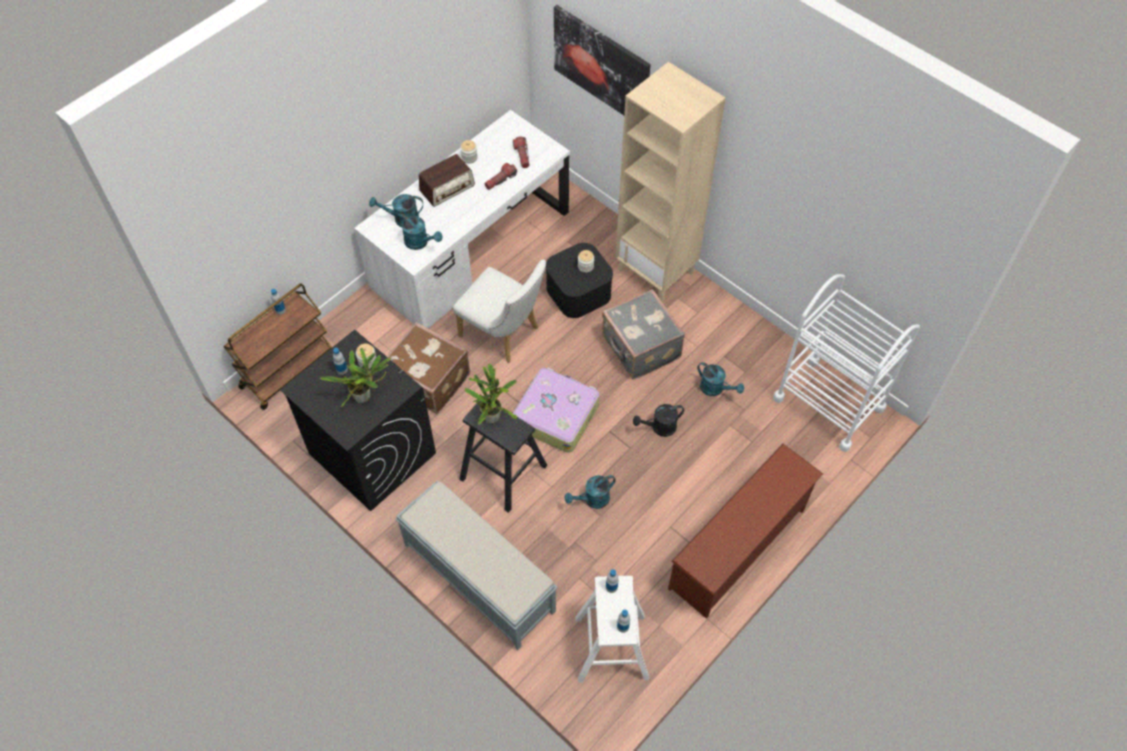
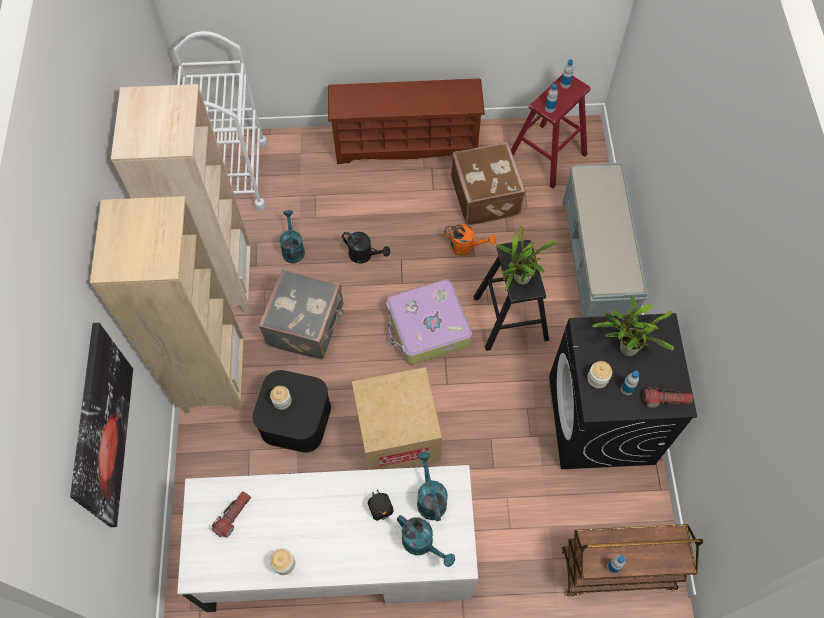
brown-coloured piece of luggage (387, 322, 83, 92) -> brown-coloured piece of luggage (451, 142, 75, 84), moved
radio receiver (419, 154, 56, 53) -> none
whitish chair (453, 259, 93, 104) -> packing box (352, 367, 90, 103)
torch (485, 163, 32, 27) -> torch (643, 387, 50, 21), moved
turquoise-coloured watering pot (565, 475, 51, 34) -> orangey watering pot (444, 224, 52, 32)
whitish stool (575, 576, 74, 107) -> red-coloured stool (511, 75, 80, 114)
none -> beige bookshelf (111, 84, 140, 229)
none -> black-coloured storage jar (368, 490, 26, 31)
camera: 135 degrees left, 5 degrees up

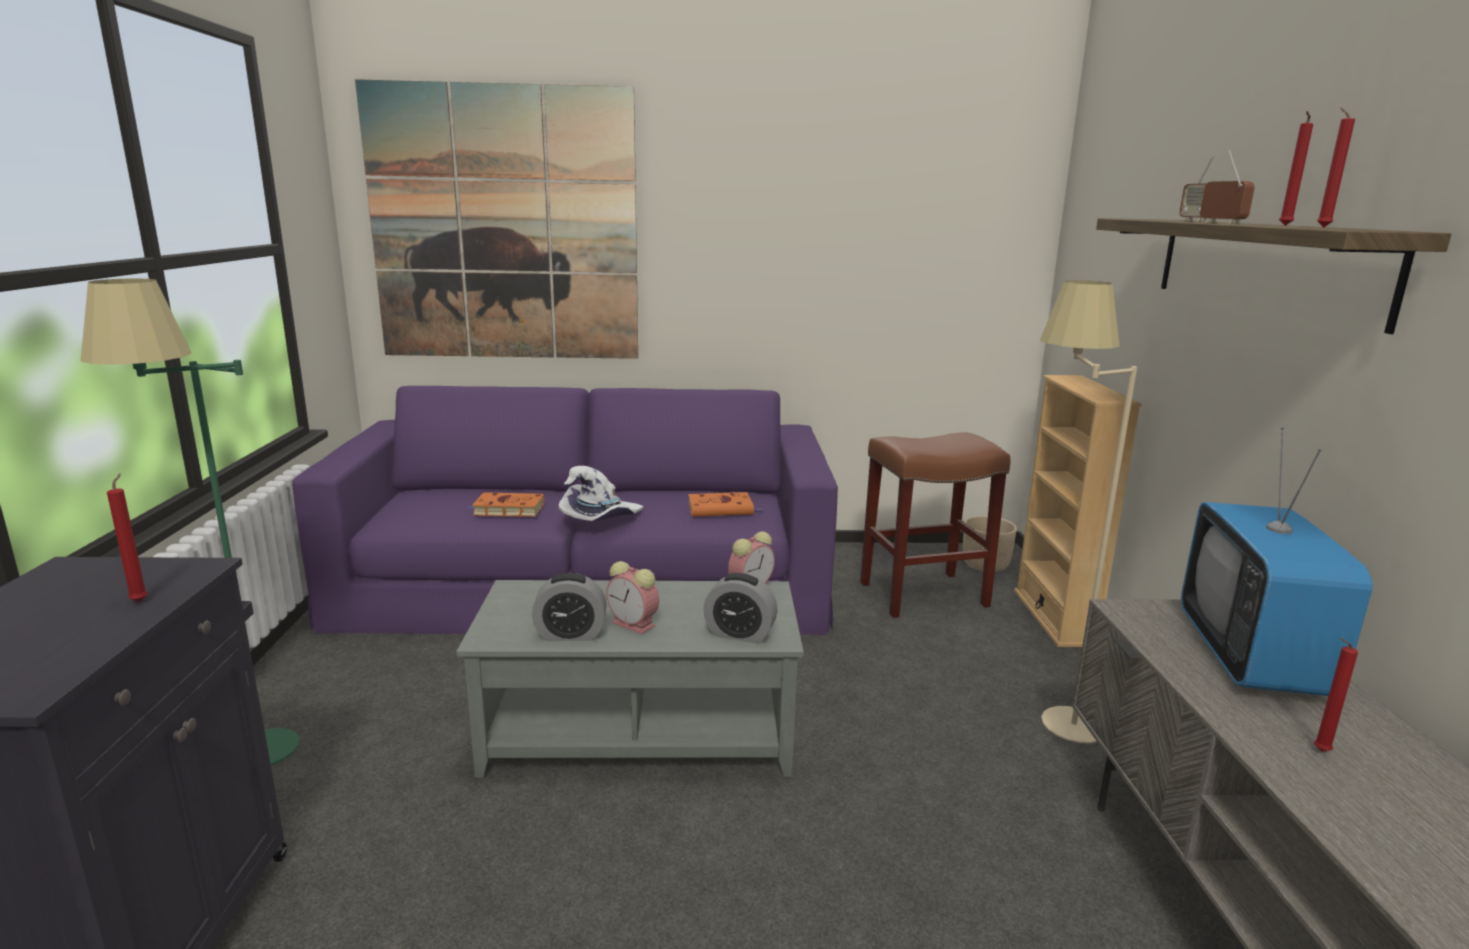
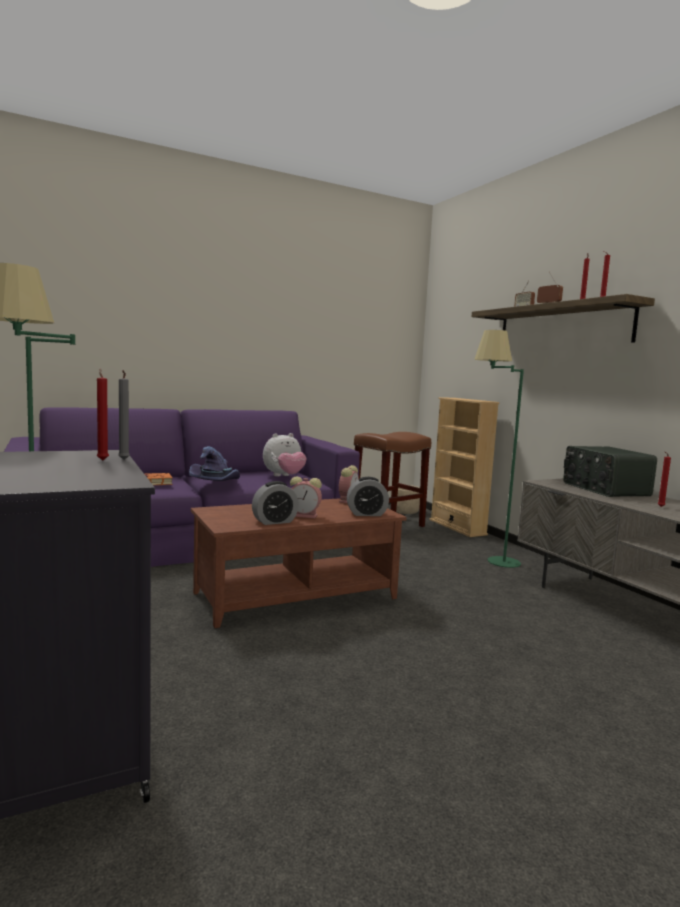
wall art (355, 79, 283, 280) -> none
grey coffee table (457, 580, 347, 198) -> brown-coloured coffee table (191, 498, 216, 130)
whitish hat (559, 466, 84, 55) -> purple hat (189, 446, 51, 35)
orangey bound book (688, 492, 74, 25) -> plush toy (263, 433, 44, 44)
beige standard lamp (1040, 280, 97, 464) -> greenish standard lamp (474, 330, 50, 238)
television (1181, 427, 192, 269) -> radio receiver (563, 446, 94, 51)
none -> grey candle (118, 370, 12, 90)
camera: 25 degrees left, 10 degrees down

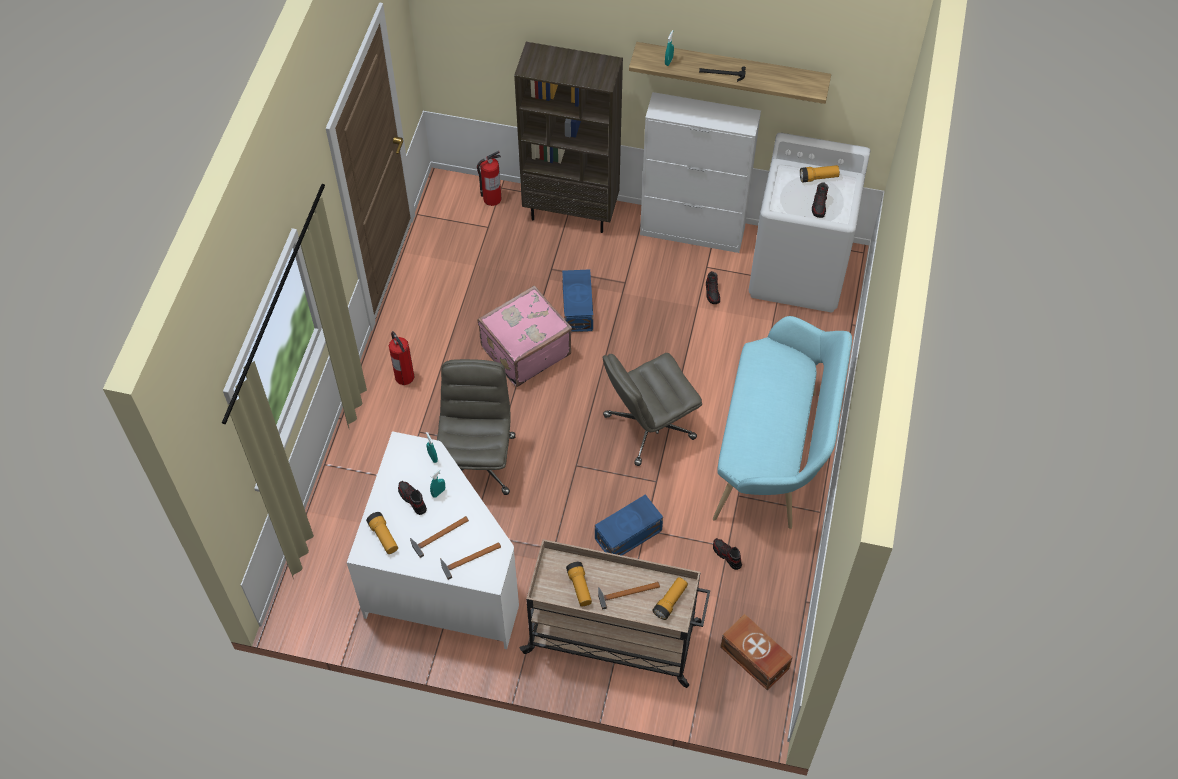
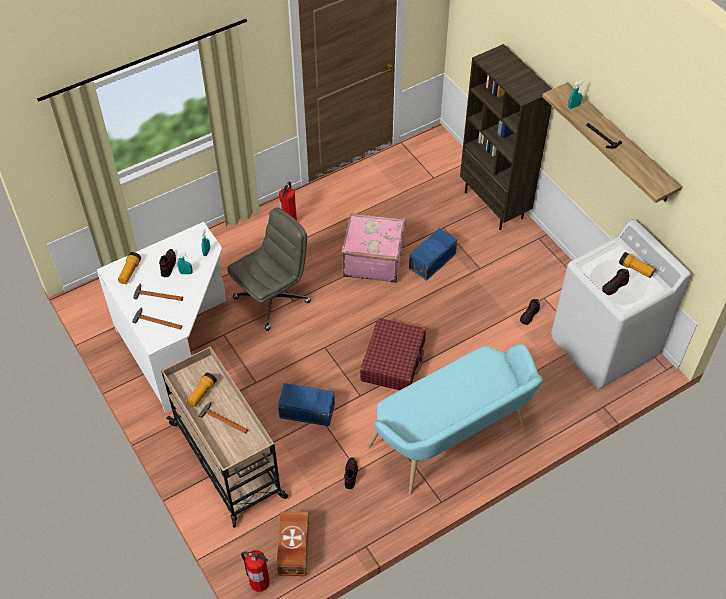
extinguisher (477, 151, 25, 55) -> extinguisher (241, 550, 29, 42), moved
grey computer chair (603, 353, 99, 113) -> red-coloured piece of luggage (360, 318, 66, 72)
whitish cupboard (640, 92, 121, 161) -> none
torch (653, 577, 35, 43) -> none
camera: 45 degrees right, 5 degrees down

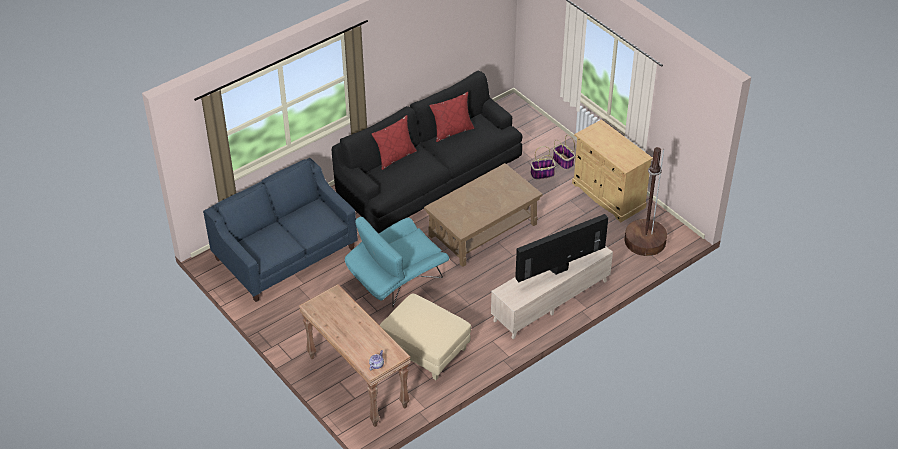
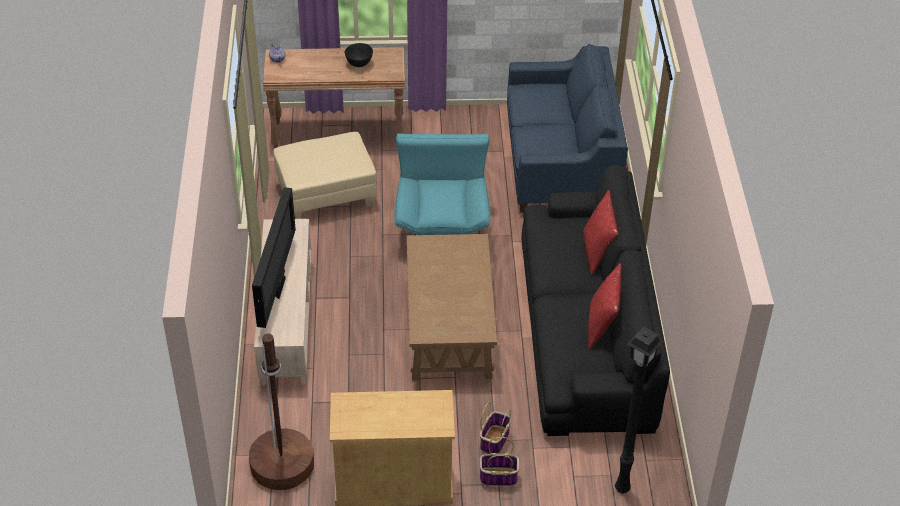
none -> black-coloured serving bowl (345, 43, 28, 24)
none -> black-coloured standard lamp (615, 327, 48, 166)
camera: 125 degrees right, 0 degrees up

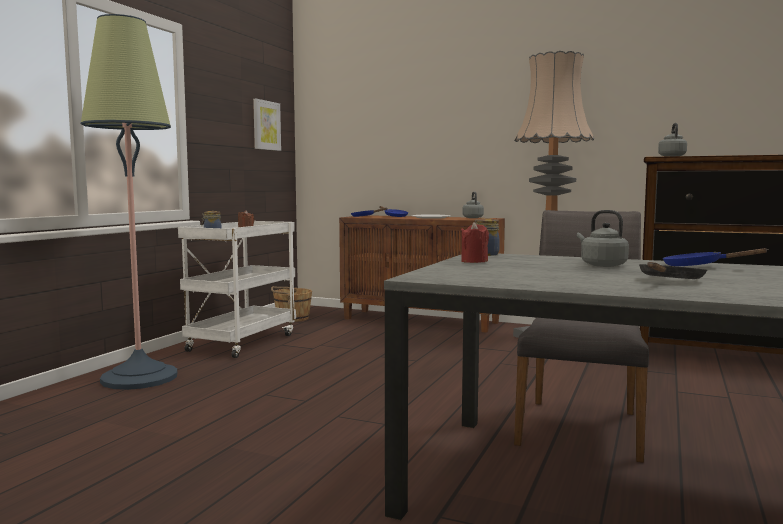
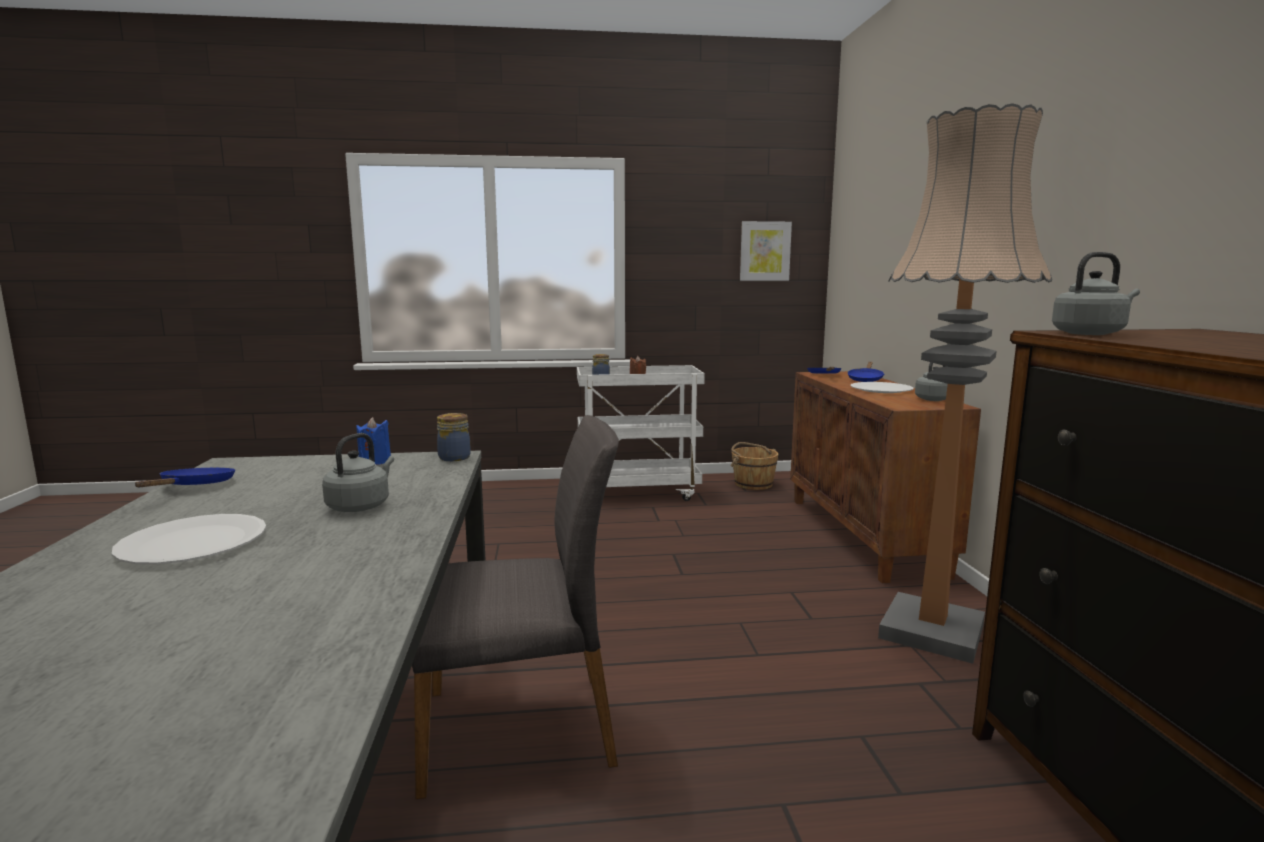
standard lamp (81, 14, 96, 376) -> none
red-coloured candle (461, 222, 28, 41) -> bluish candle (356, 417, 35, 48)
black-coloured frying pan (639, 262, 68, 17) -> whitish plate (112, 514, 154, 50)
bluish frying pan (663, 248, 106, 18) -> bluish frying pan (135, 468, 100, 19), moved
camera: 60 degrees right, 5 degrees up

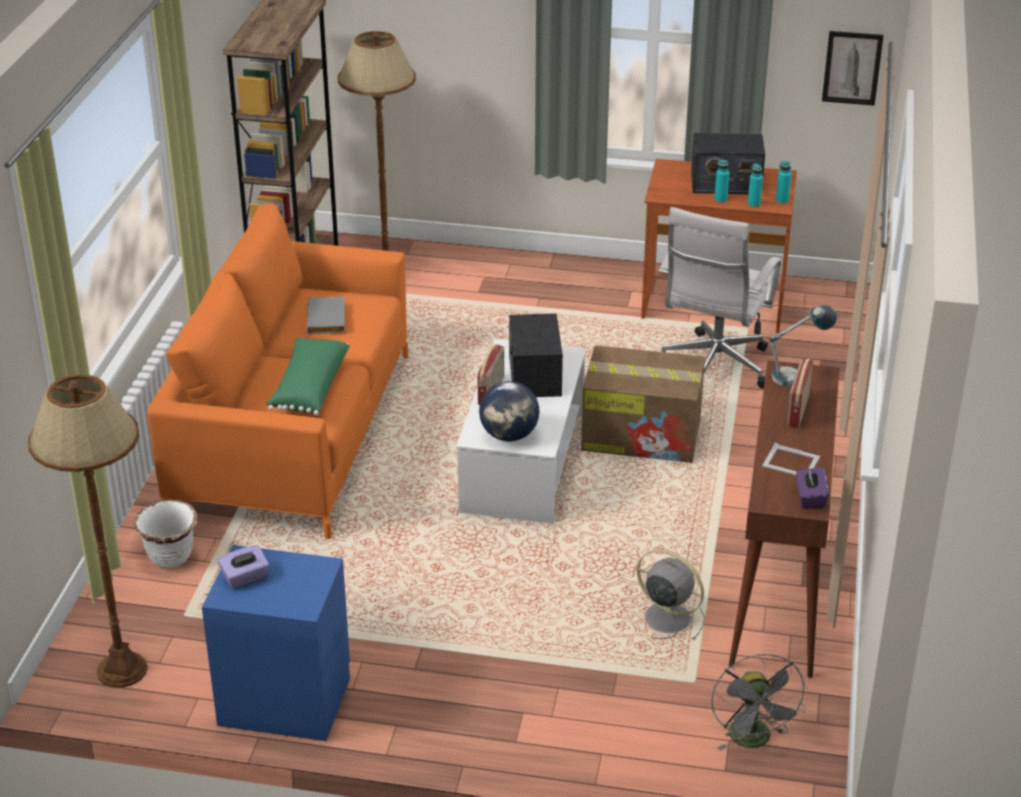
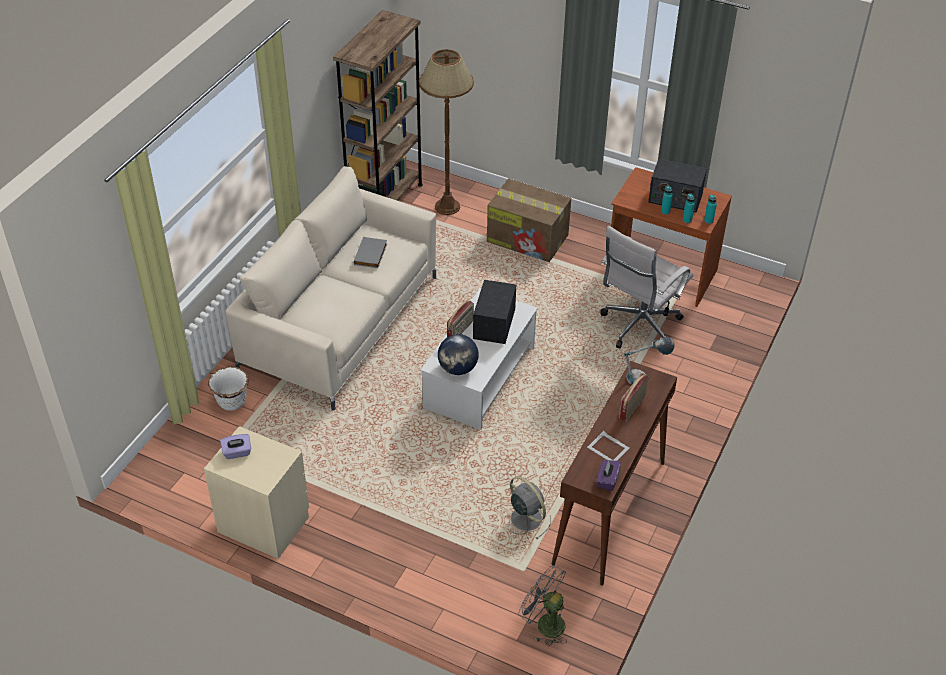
brown-coloured standard lamp (28, 374, 120, 314) -> none
orangey sofa (147, 203, 262, 336) -> beige sofa (225, 166, 211, 245)
bluish nightstand (202, 545, 148, 196) -> beige nightstand (204, 426, 105, 133)
greenish pillow (266, 338, 84, 77) -> none
packing box (581, 345, 124, 118) -> packing box (487, 178, 84, 84), moved
grey fan (711, 654, 96, 97) -> grey fan (518, 566, 49, 80), 120 degrees clockwise
wall art (822, 31, 62, 75) -> none
camera: 15 degrees right, 10 degrees up

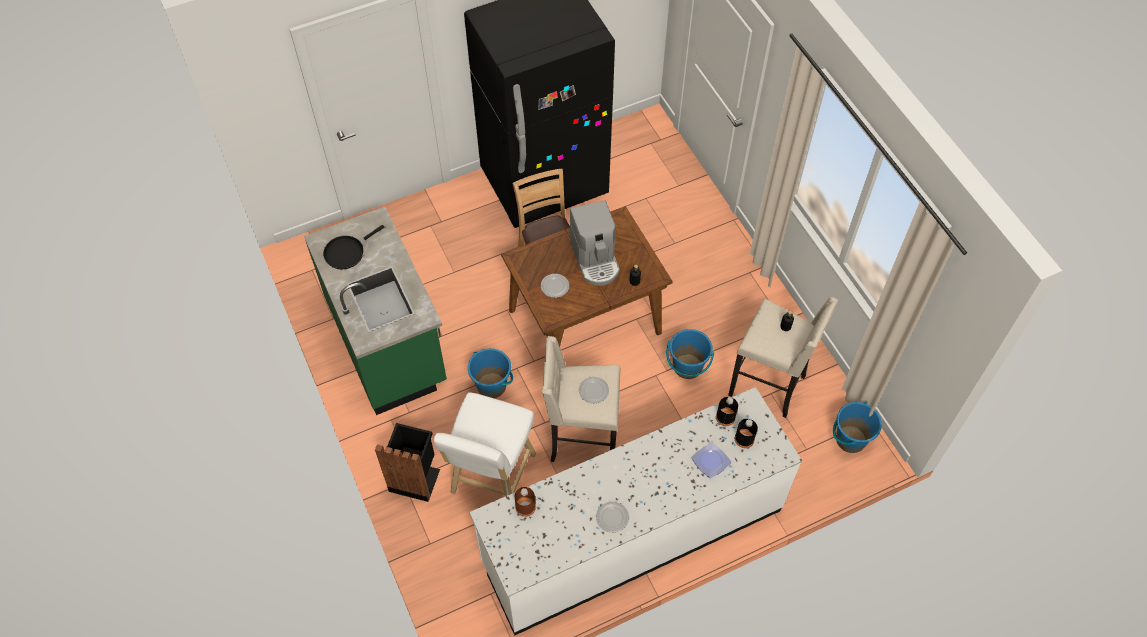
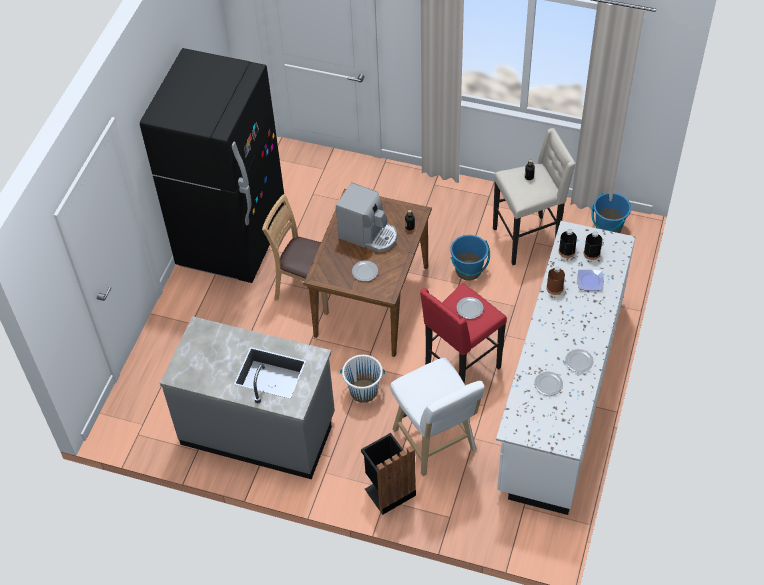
greenish kitchen counter (304, 207, 143, 208) -> grey kitchen counter (160, 316, 175, 163)
black-coloured frying pan (323, 225, 61, 44) -> none
bluish bucket (468, 348, 45, 50) -> whitish bucket (340, 355, 45, 48)
brown-coloured bottle (515, 487, 21, 30) -> brown-coloured bottle (546, 266, 19, 29), moved
beige stool (542, 336, 78, 126) -> red-coloured stool (420, 283, 87, 101)
none -> plate (534, 372, 29, 24)
camera: 45 degrees left, 5 degrees down

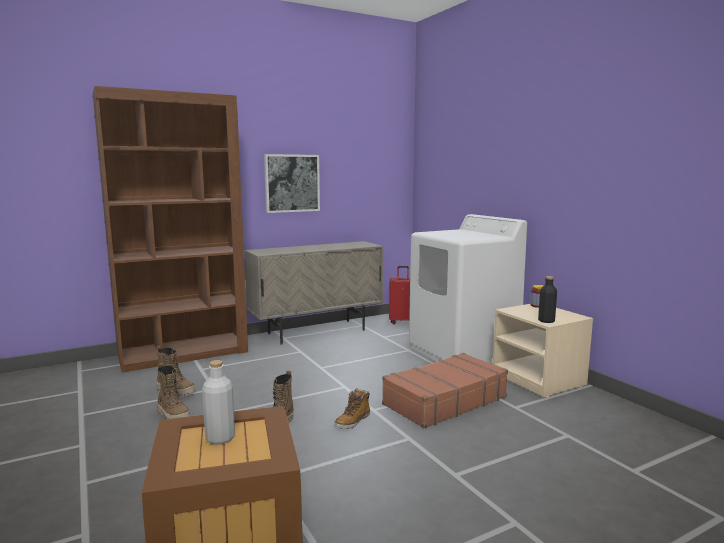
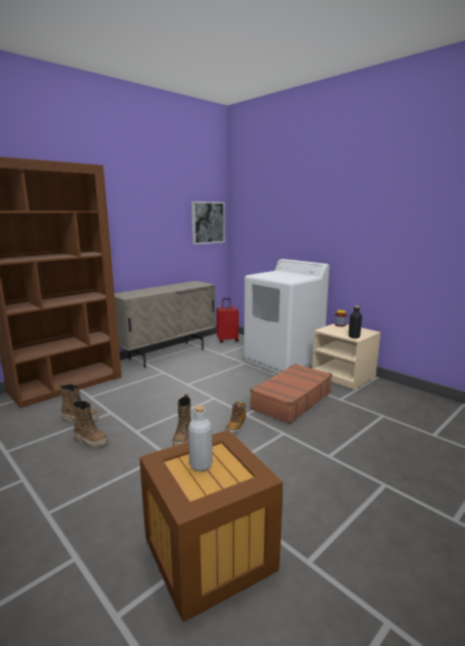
wall art (264, 154, 56, 59) -> wall art (192, 201, 33, 43), moved
camera: 15 degrees left, 5 degrees up

